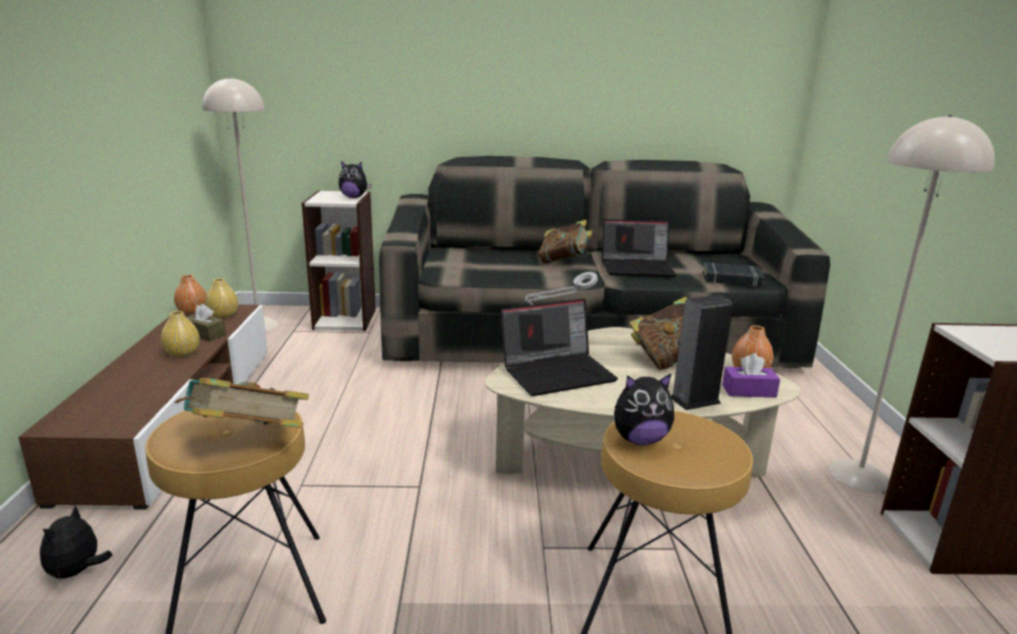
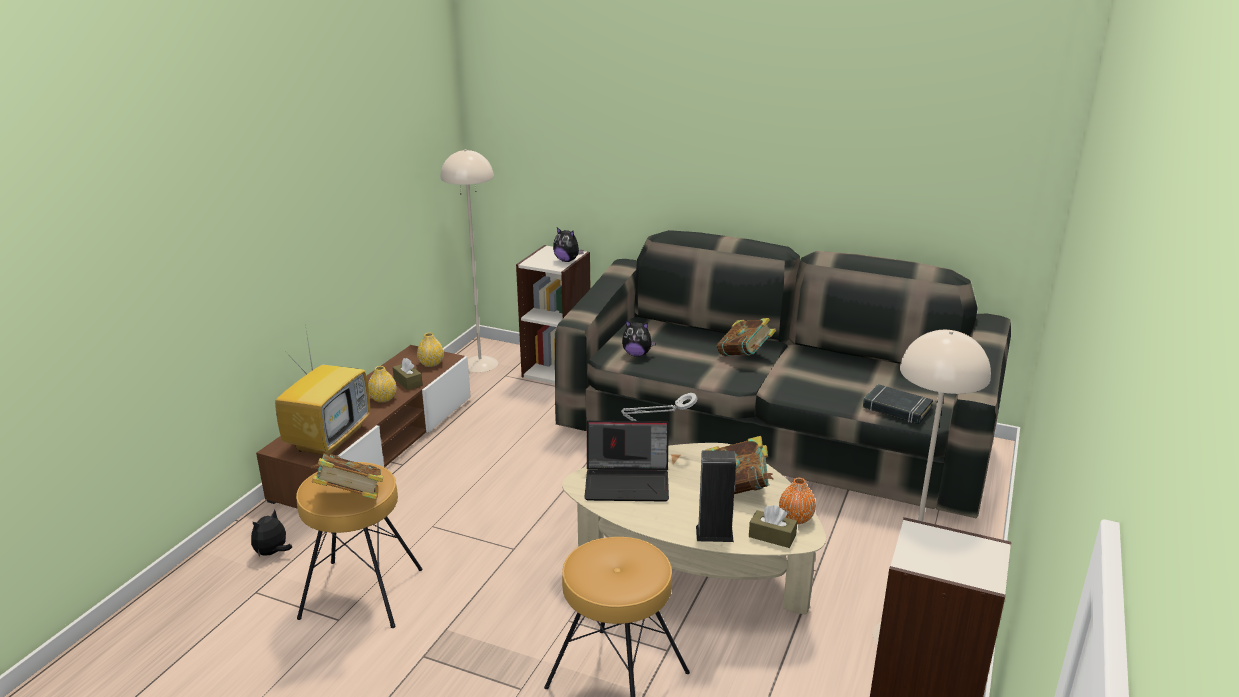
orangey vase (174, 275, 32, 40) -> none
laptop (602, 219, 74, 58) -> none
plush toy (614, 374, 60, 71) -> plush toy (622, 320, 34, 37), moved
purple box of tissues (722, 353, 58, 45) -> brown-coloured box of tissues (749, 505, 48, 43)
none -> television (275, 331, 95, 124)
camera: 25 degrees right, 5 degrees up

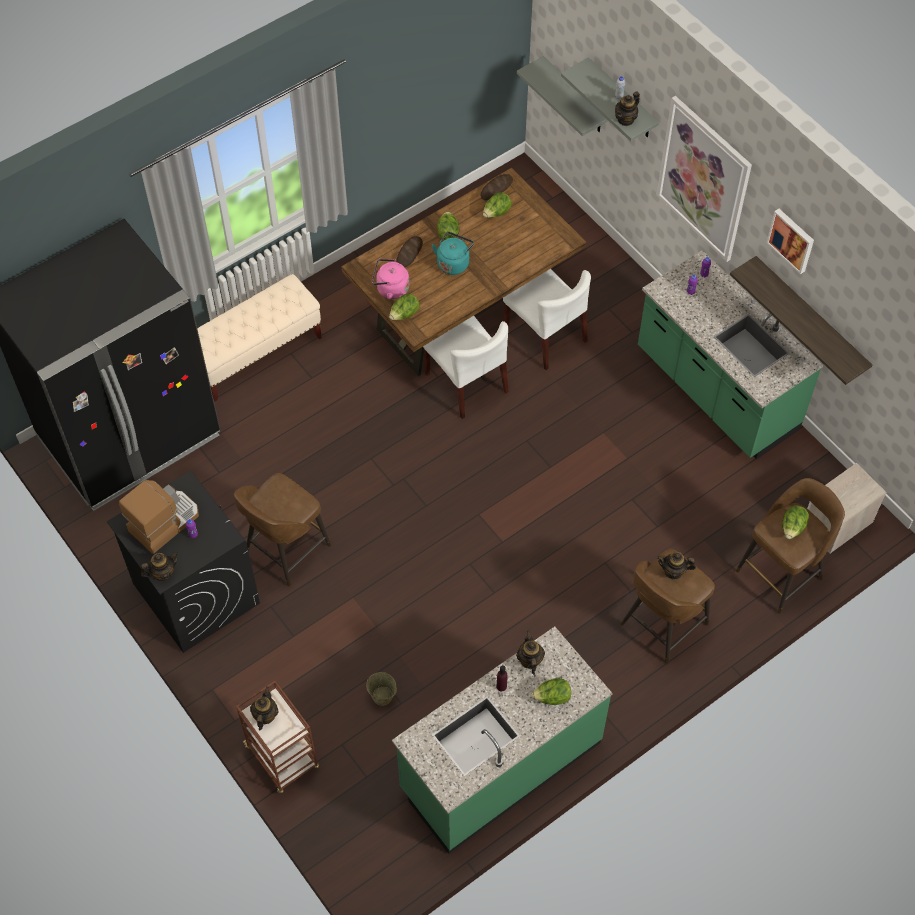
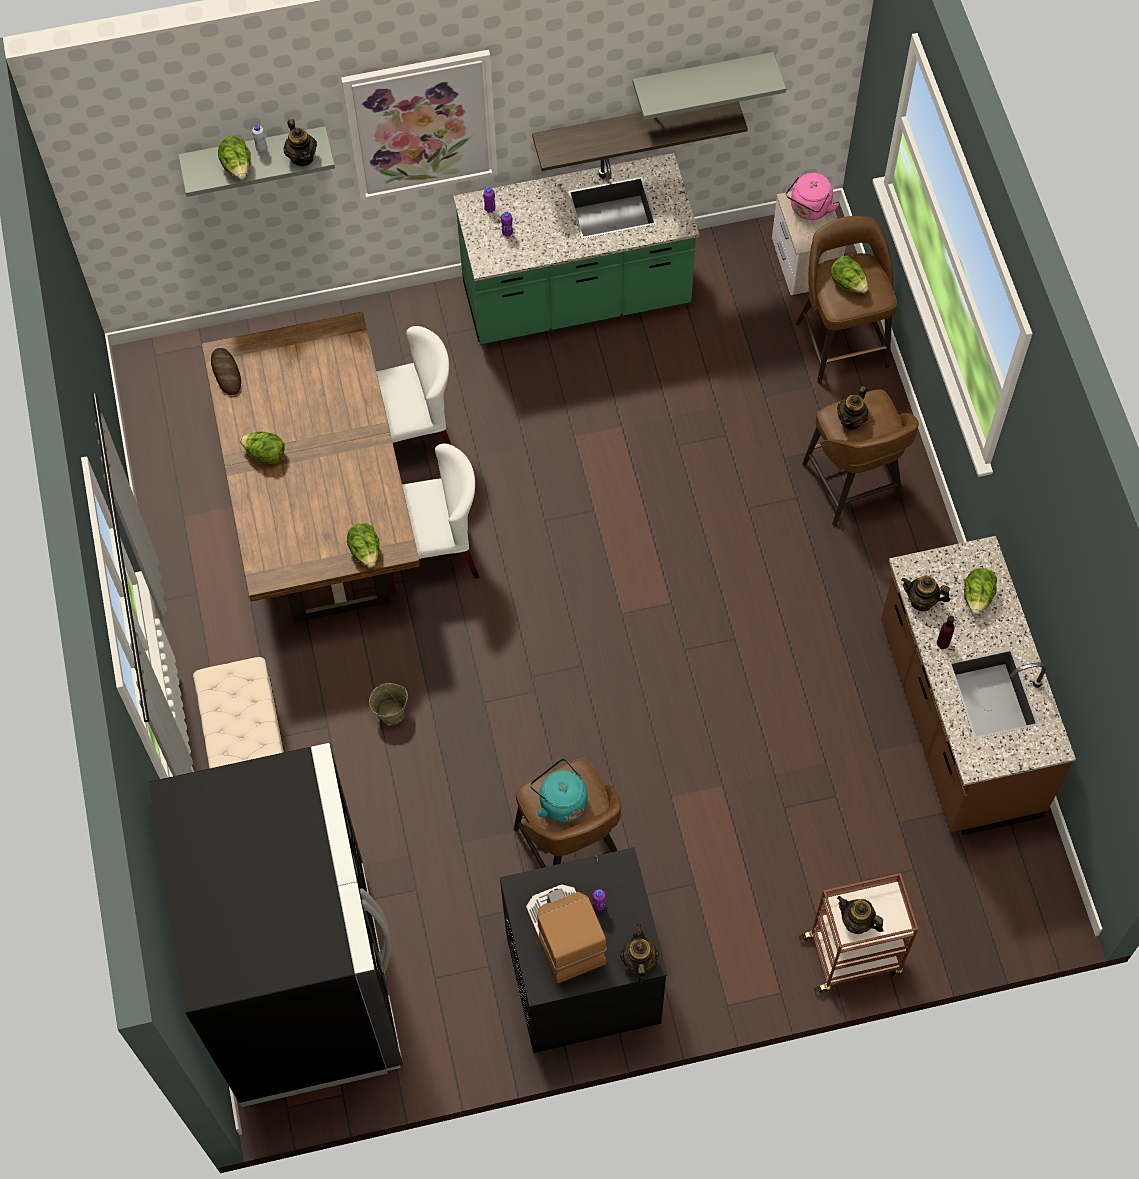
beige bucket (366, 672, 31, 34) -> beige bucket (369, 683, 39, 41), moved
pinkish water kettle (372, 259, 37, 40) -> pinkish water kettle (786, 173, 53, 47), moved
greenish kitchen counter (392, 626, 221, 228) -> brown-coloured kitchen counter (881, 536, 195, 300)
bread (396, 236, 27, 32) -> none
turquoise-coloured water kettle (432, 232, 42, 43) -> turquoise-coloured water kettle (530, 758, 57, 64), moved
head of lettuce (483, 192, 29, 26) -> head of lettuce (218, 136, 33, 43), moved
grey bracket shelf (517, 56, 91, 80) -> grey bracket shelf (633, 52, 153, 68), moved
wall art (767, 209, 47, 65) -> none
camera: 65 degrees left, 5 degrees up

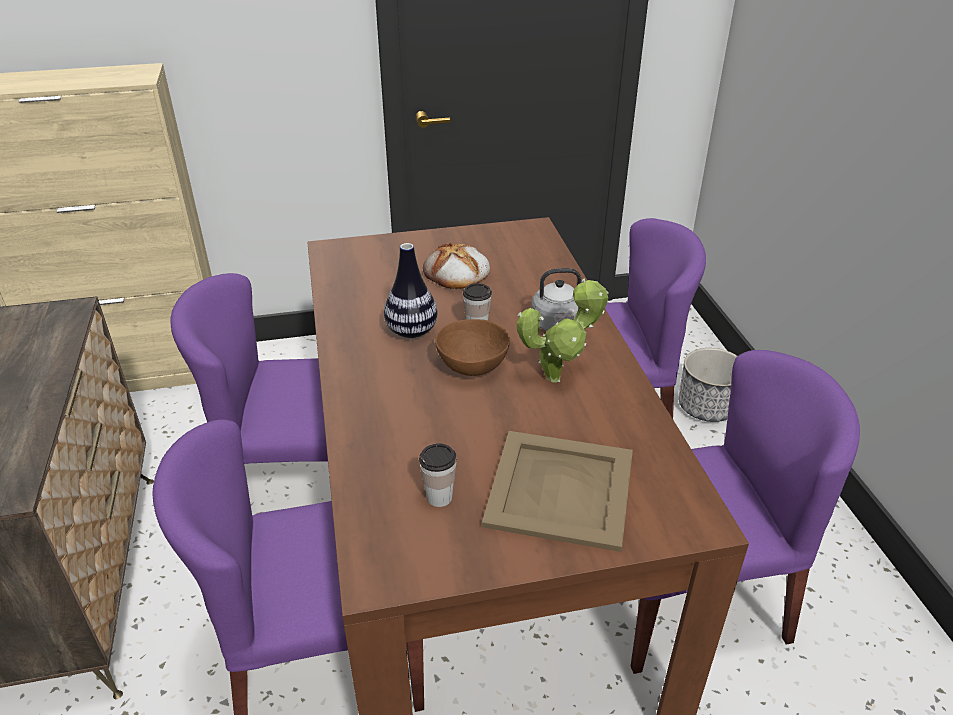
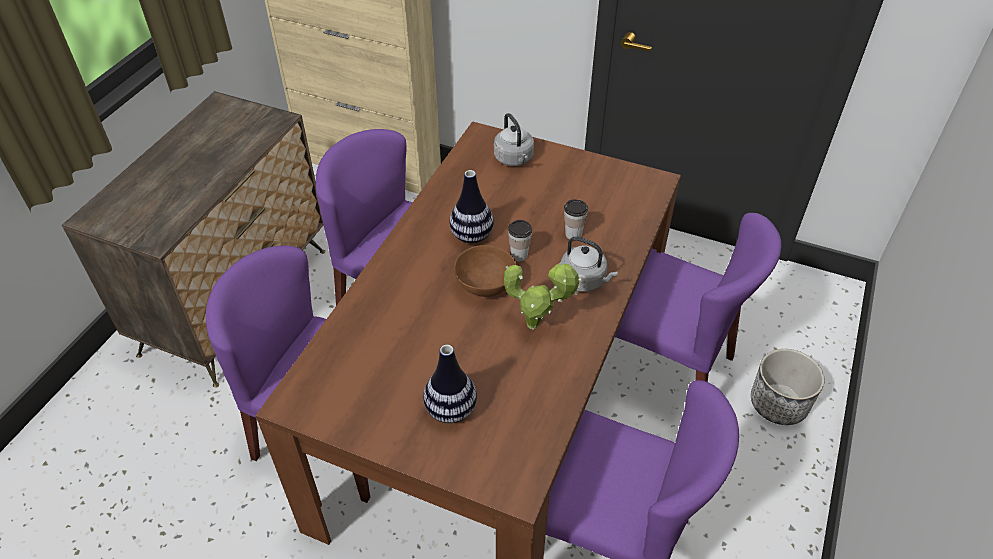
cup (419, 443, 37, 64) -> cup (564, 199, 24, 40), moved
bread (423, 243, 67, 46) -> none
beige tray (482, 431, 151, 121) -> vase (423, 344, 54, 79)
none -> grey water kettle (494, 113, 40, 53)
camera: 35 degrees right, 10 degrees up

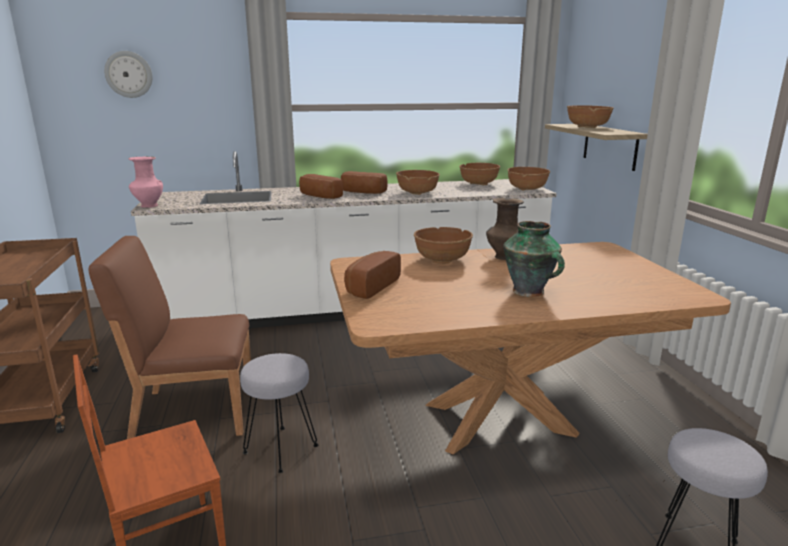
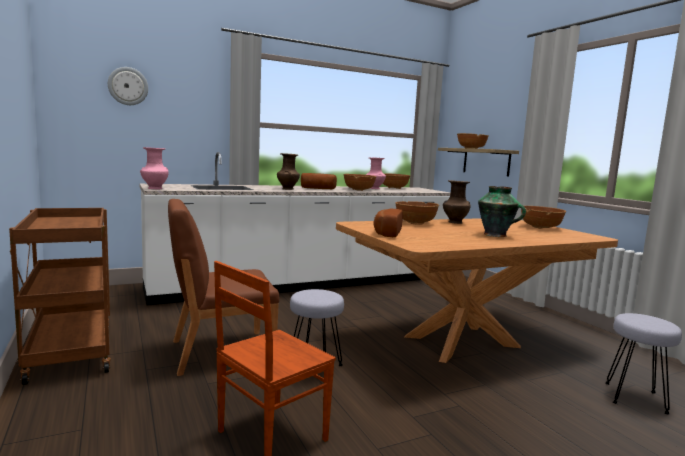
bread (299, 174, 44, 25) -> brown-coloured vase (277, 153, 23, 37)
brown-coloured serving bowl (507, 167, 43, 24) -> brown-coloured serving bowl (521, 206, 45, 23), moved
none -> pinkish vase (366, 158, 20, 31)
camera: 15 degrees left, 10 degrees down

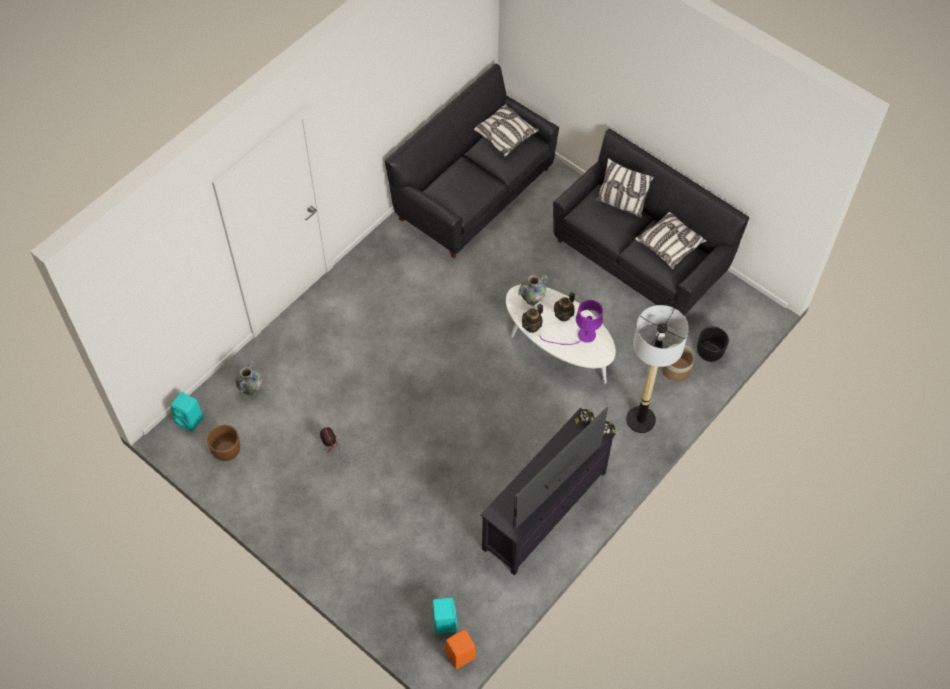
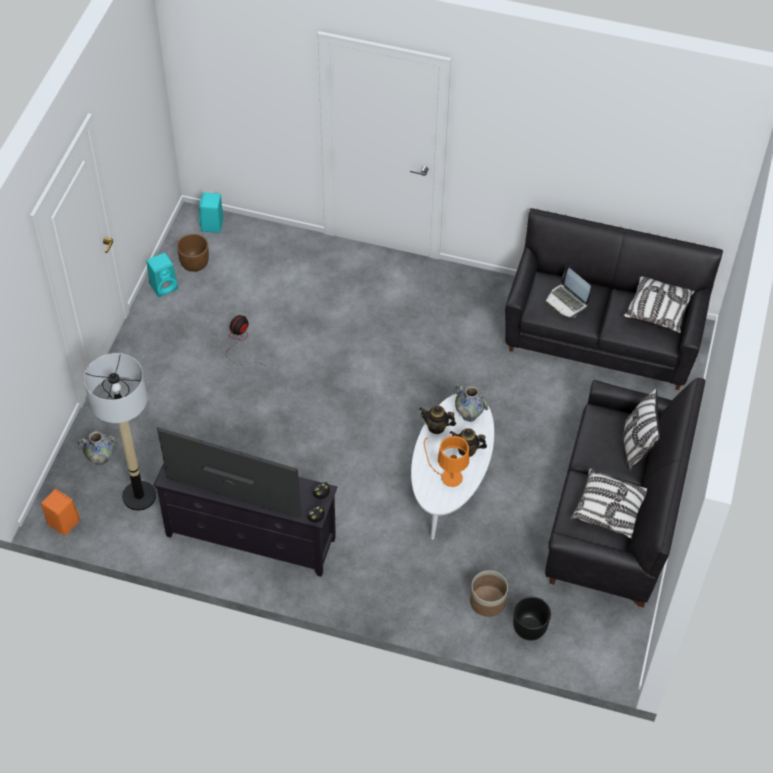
vase (235, 361, 27, 35) -> vase (77, 431, 40, 35), moved
turquoise-coloured loudspeaker (433, 597, 25, 37) -> turquoise-coloured loudspeaker (147, 253, 31, 44), moved
purple tabletop lamp (540, 300, 63, 45) -> orangey tabletop lamp (424, 436, 45, 51)
standard lamp (626, 305, 63, 128) -> standard lamp (84, 353, 72, 158), moved
none -> laptop (545, 265, 46, 53)
camera: 65 degrees right, 5 degrees down

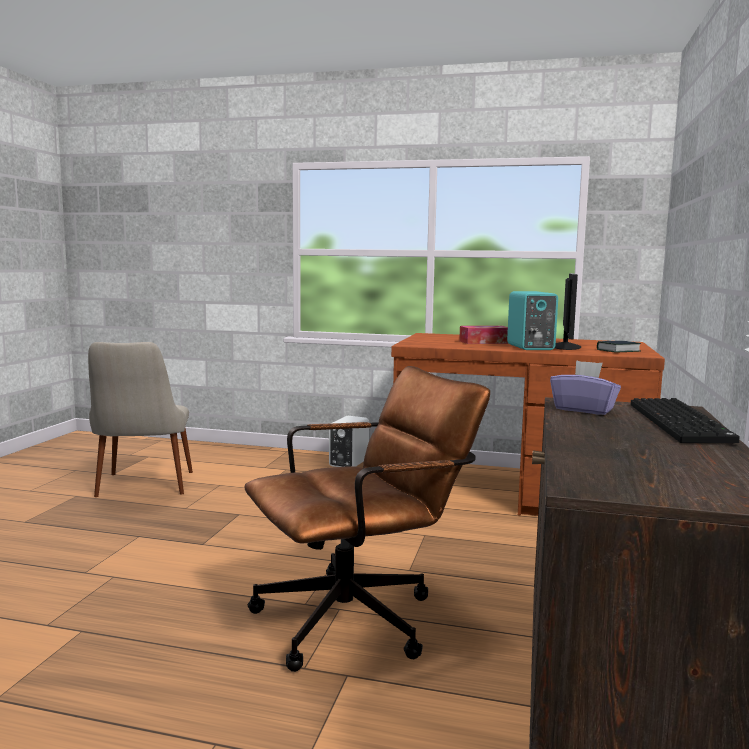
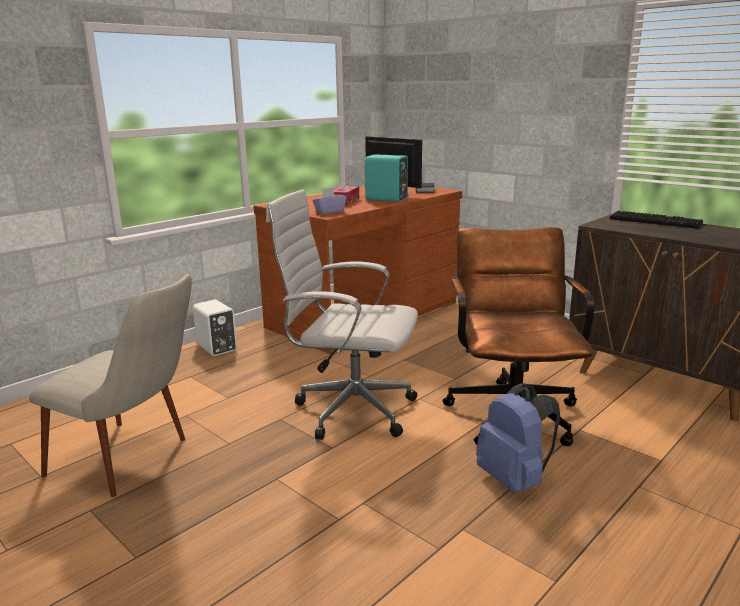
purple box of tissues (550, 360, 71, 55) -> purple box of tissues (312, 188, 35, 26), moved
none -> whitish computer chair (266, 189, 152, 251)
none -> bluish knapsack (476, 383, 84, 110)
camera: 60 degrees left, 10 degrees up

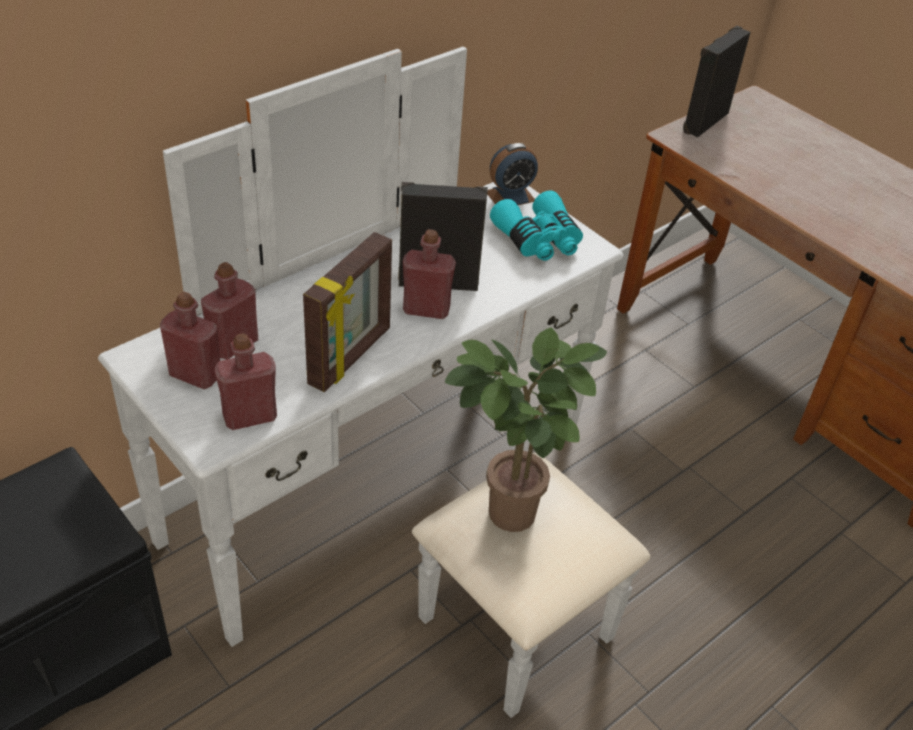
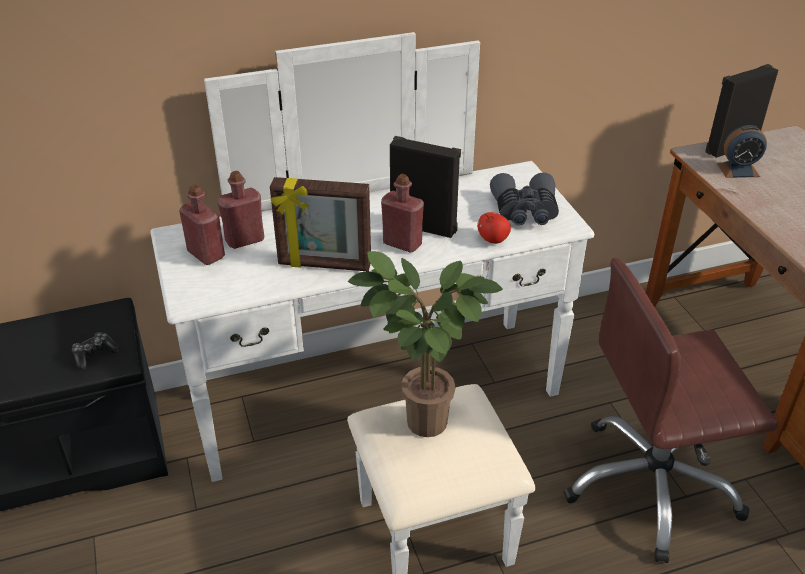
red-coloured bottle (214, 333, 63, 97) -> none
standing frame (303, 232, 89, 160) -> standing frame (270, 177, 101, 94), 45 degrees clockwise
bedside clock (487, 143, 51, 62) -> bedside clock (717, 125, 50, 53), moved
turquoise-coloured field glasses (490, 190, 93, 71) -> grey field glasses (490, 173, 69, 52)
none -> game controller (72, 332, 47, 37)
none -> apple (477, 212, 34, 32)
none -> brown-coloured computer chair (563, 258, 215, 305)
camera: 25 degrees right, 5 degrees down

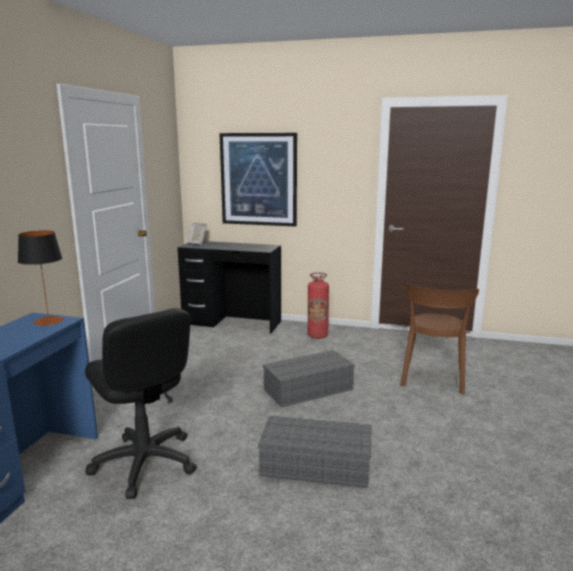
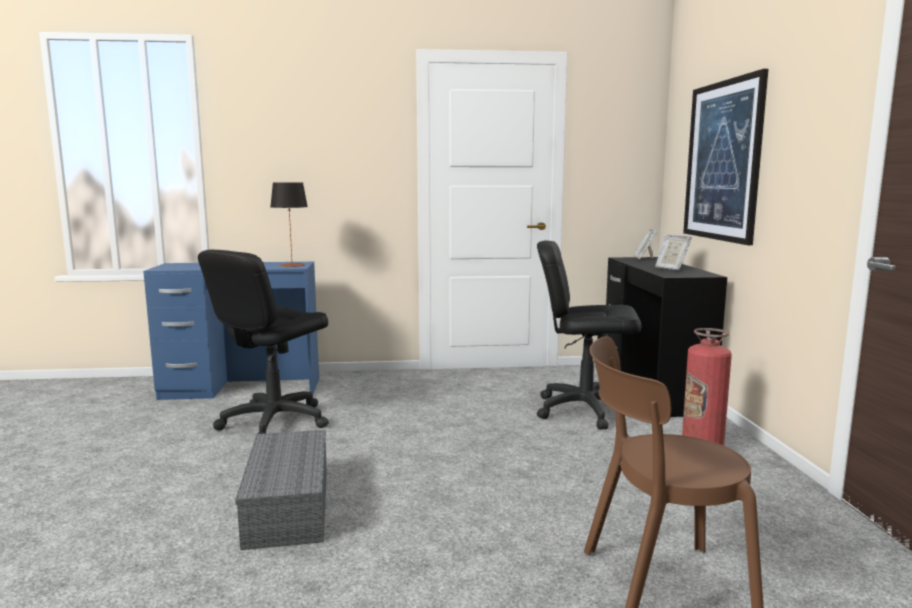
grey storage box (263, 350, 92, 58) -> none
none -> black-coloured computer chair (537, 241, 104, 189)
none -> standing frame (655, 234, 37, 36)
camera: 70 degrees right, 5 degrees down

